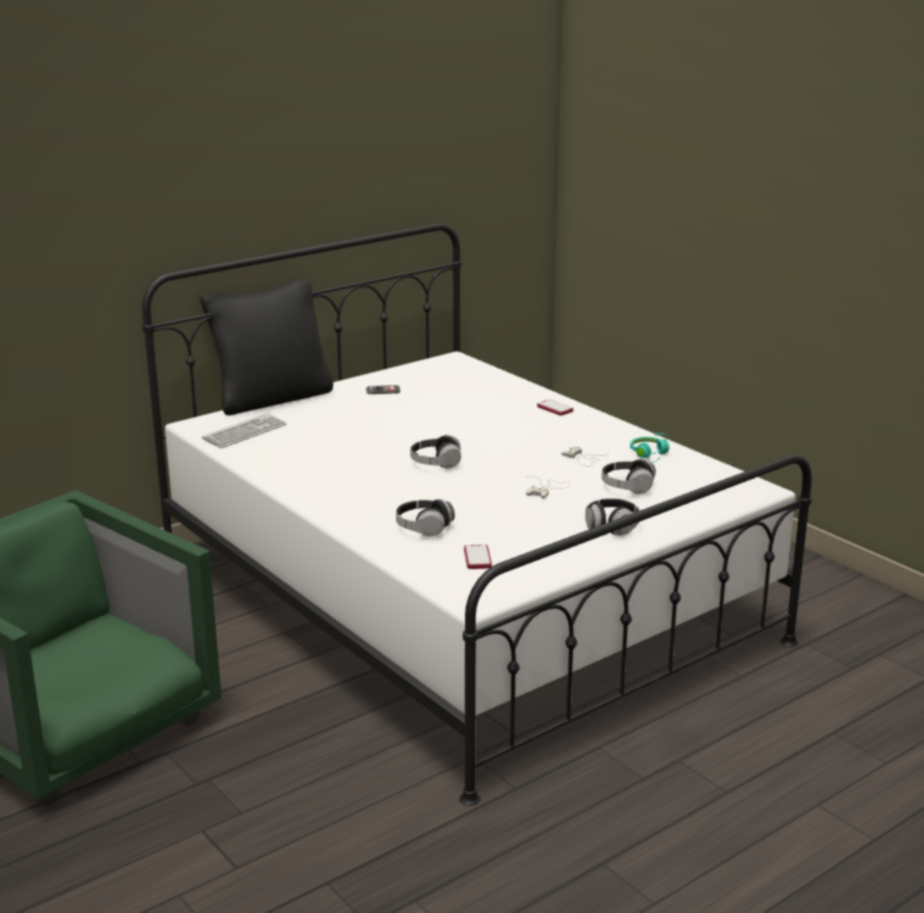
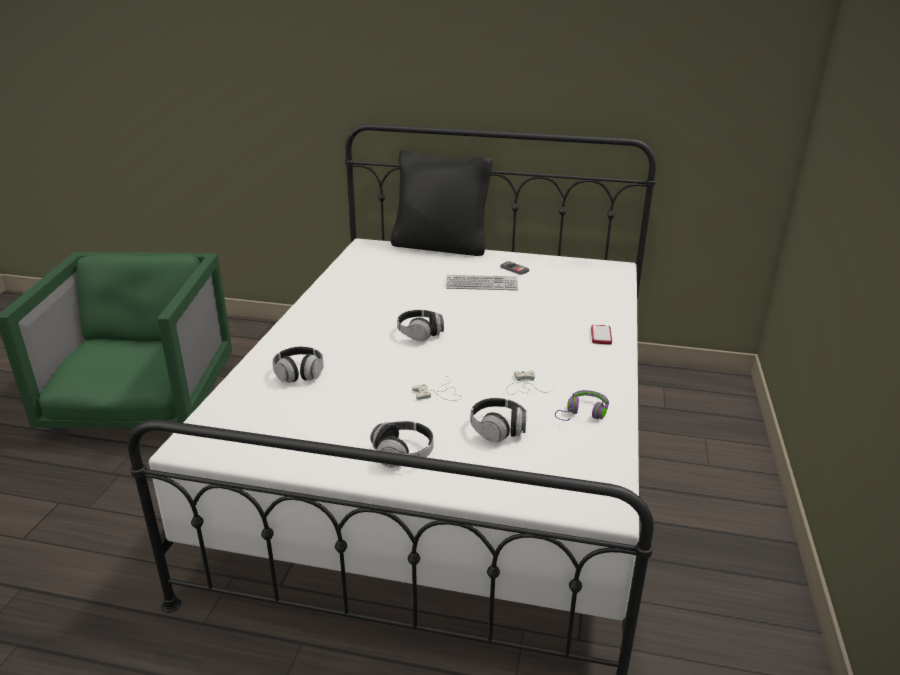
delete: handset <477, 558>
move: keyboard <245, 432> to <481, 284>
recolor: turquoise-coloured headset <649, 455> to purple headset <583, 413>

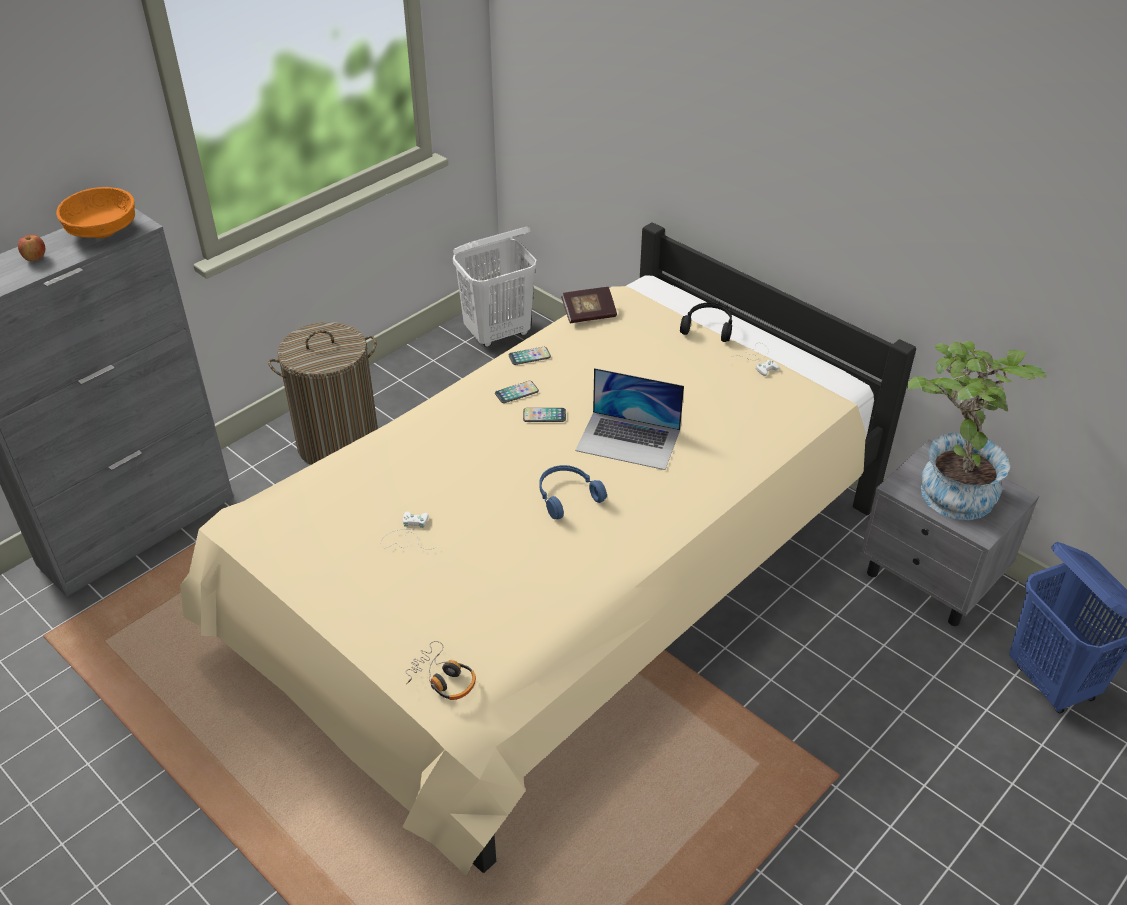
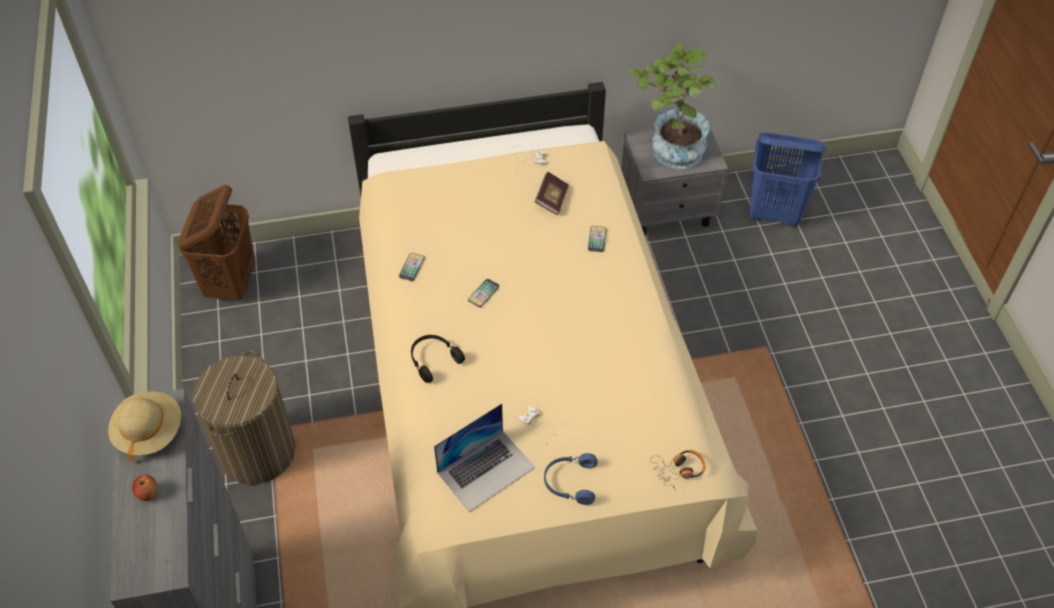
move: volume <589, 314> to <552, 199>; black-coloured headset <708, 327> to <433, 360>; laptop <628, 440> to <486, 469>; handset <516, 393> to <597, 239>; blue headset <566, 496> to <570, 482>
replace: orange serving bowl <101, 231> to beige-coloured wearable hat <149, 432>
recolor: white laundry basket <498, 334> to brownish laundry basket <231, 283>

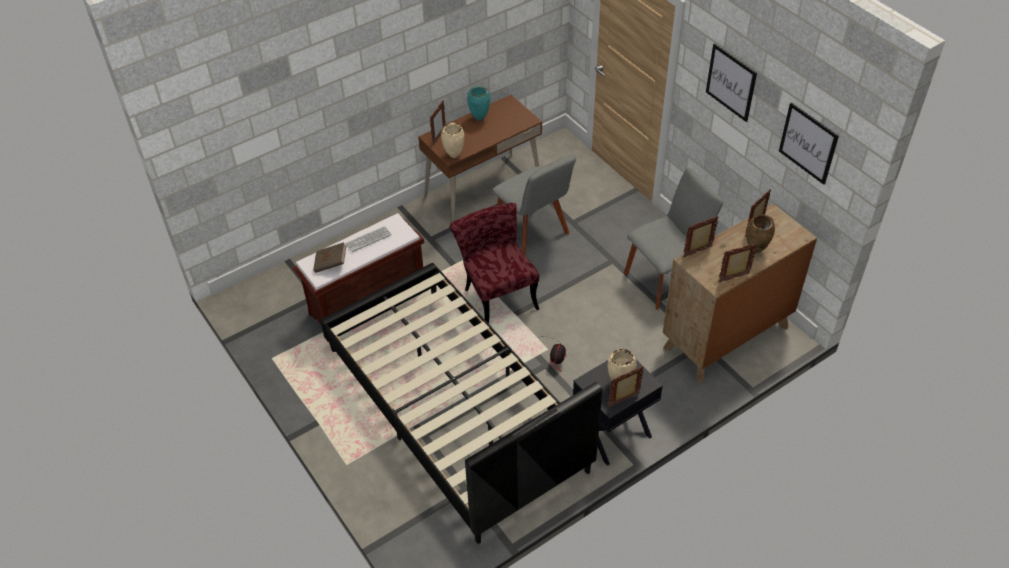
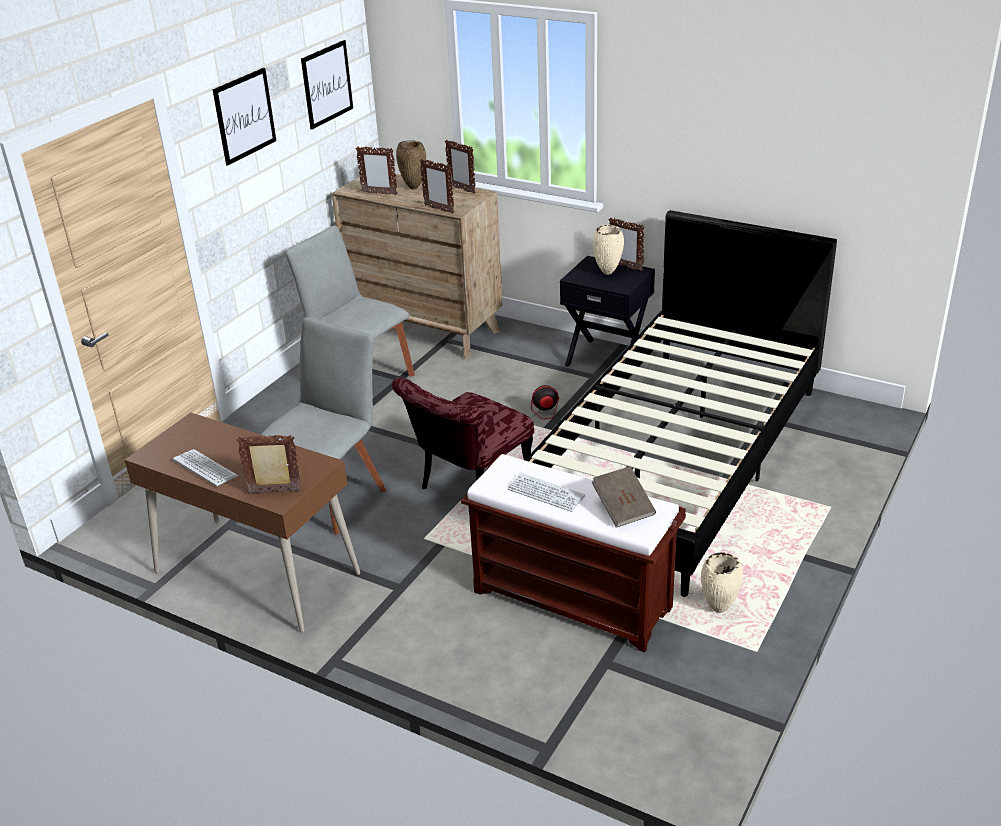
move: beige-coloured vase <453, 156> to <719, 610>
replace: turquoise-coloured vase <479, 118> to keyboard <205, 468>

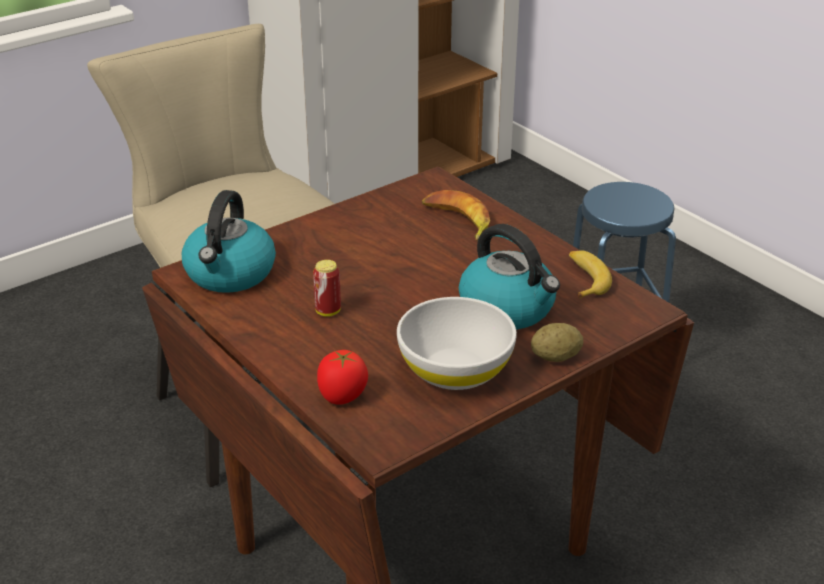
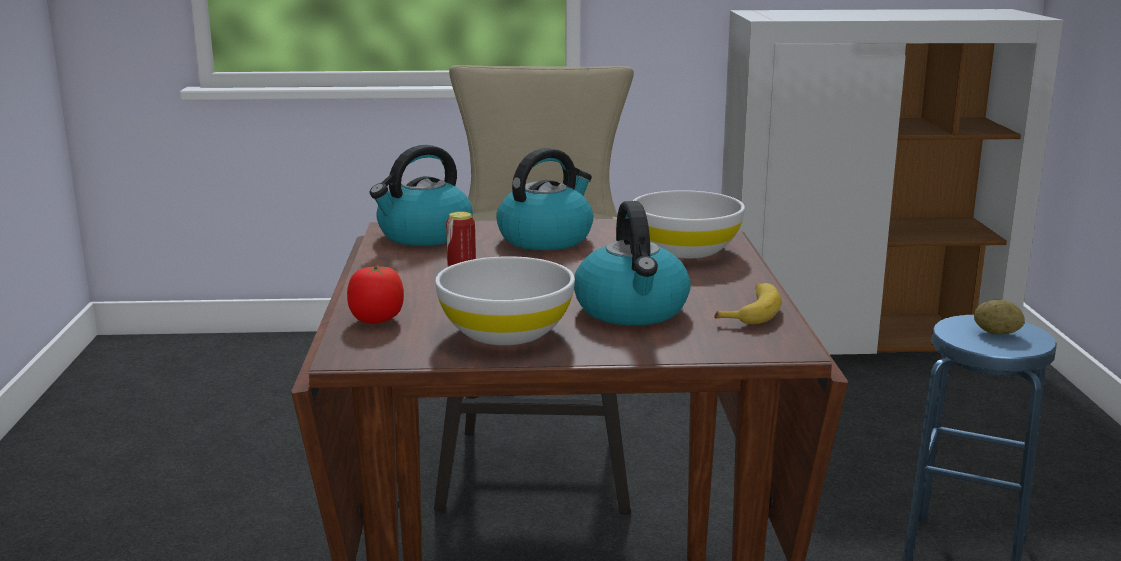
insert: kettle <546, 238>
move: potato <555, 357> to <997, 333>
replace: banana fruit <457, 221> to white serving bowl <685, 250>

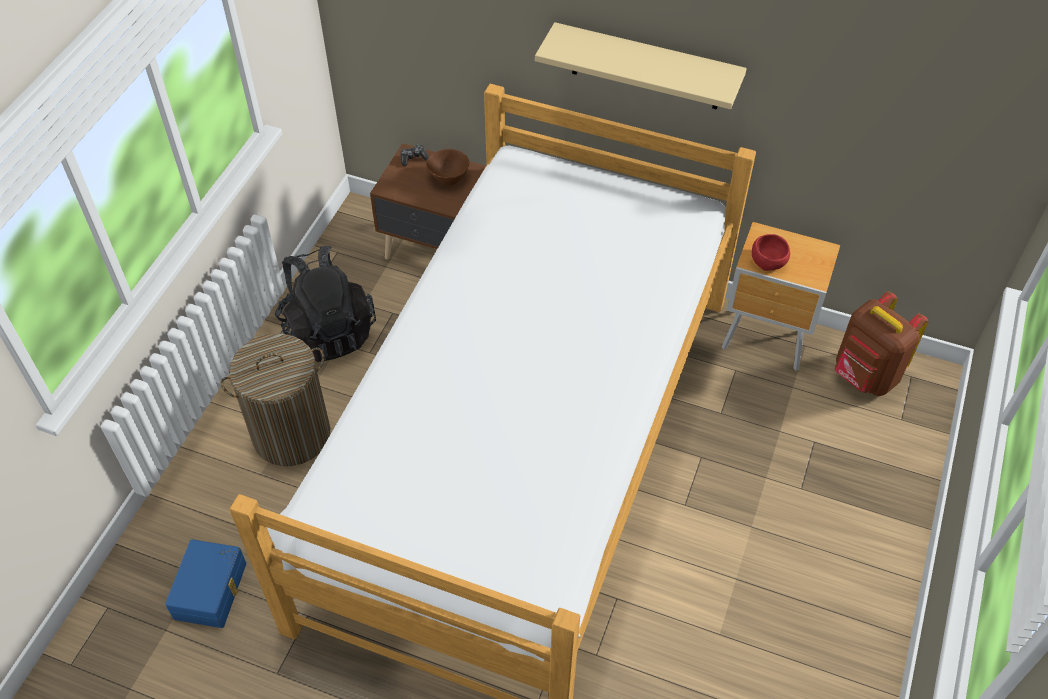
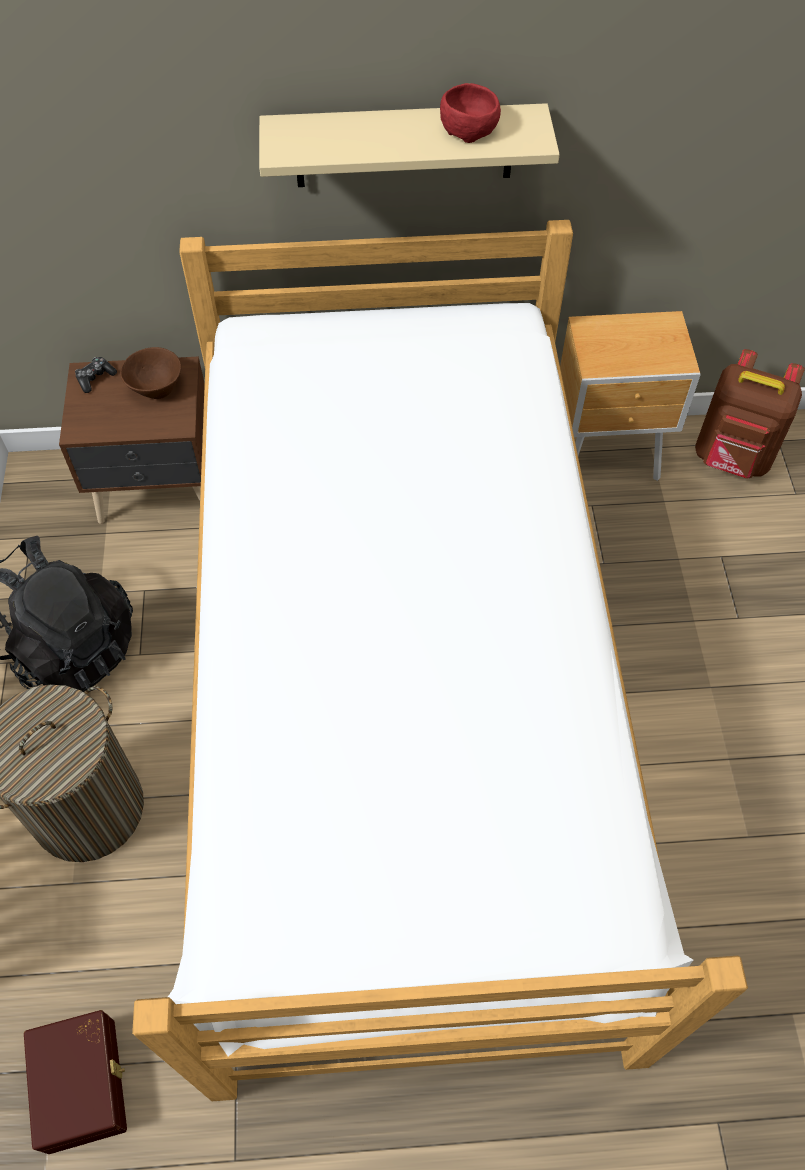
move: reddish serving bowl <769, 260> to <469, 128>
recolor: blue storage bin <212, 590> to brownish storage bin <84, 1083>

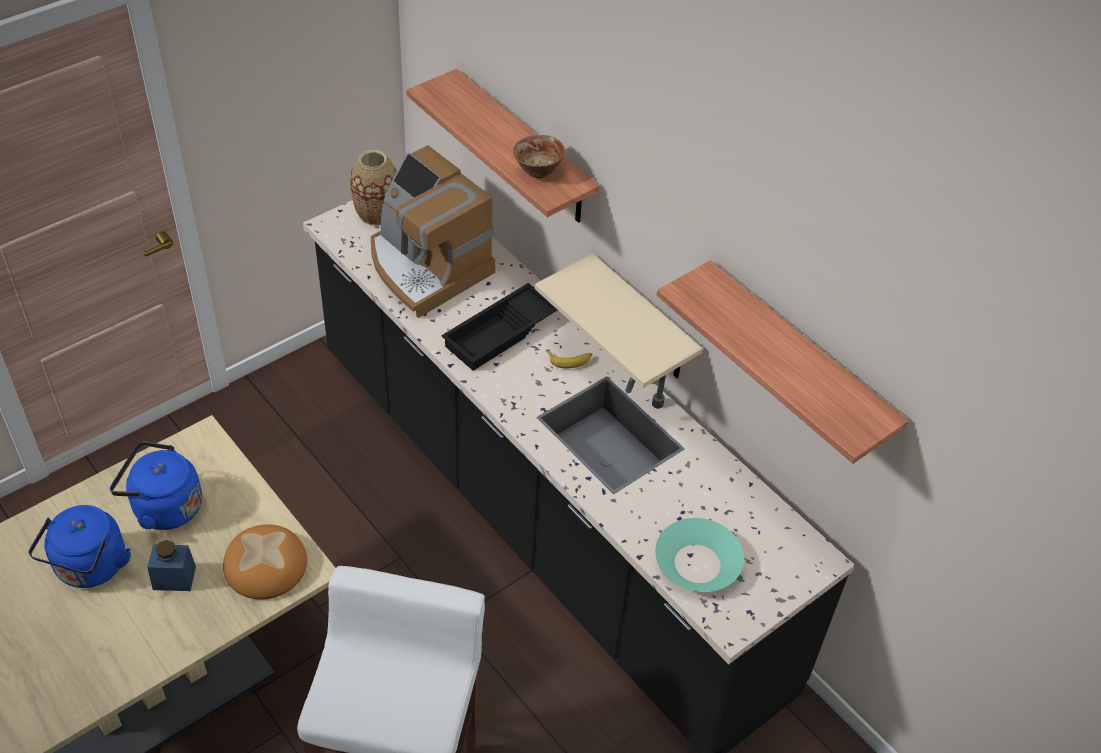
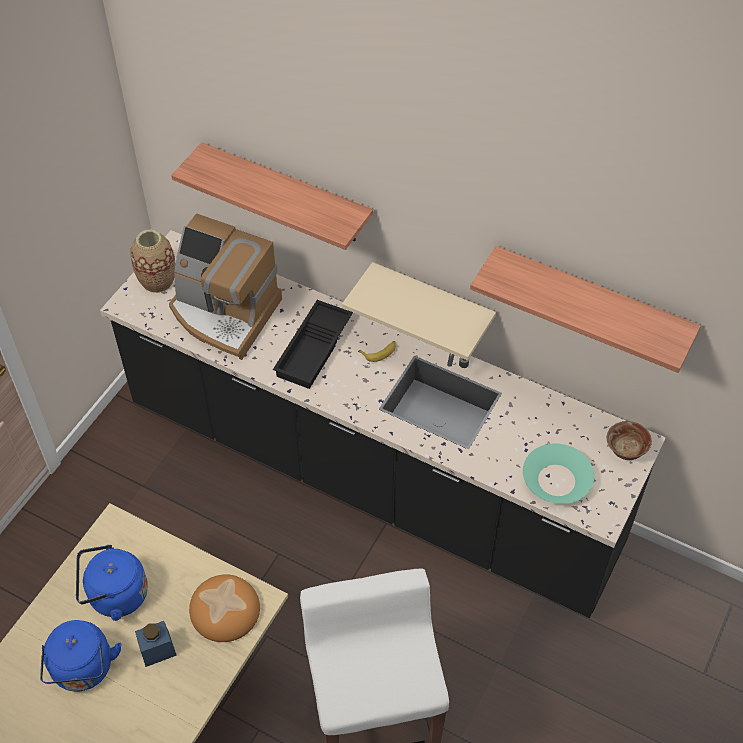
move: serving bowl <538, 171> to <625, 451>

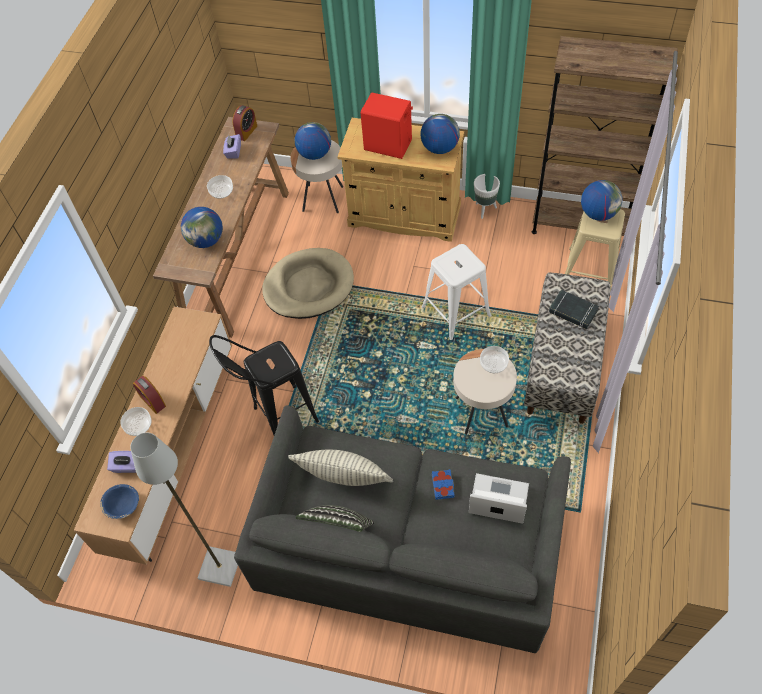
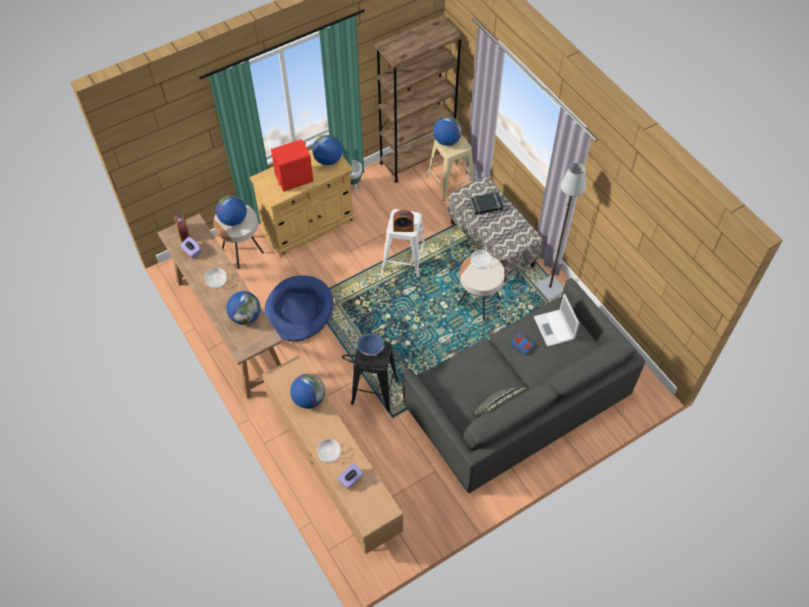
delete: cushion <343, 478>
insert: desk globe <309, 399>
move: bedside clock <152, 401> to <403, 228>; greyish floor lamp <219, 567> to <549, 289>; blue serving bowl <123, 505> to <371, 348>
recolor: beige-coloured dog cushion <308, 286> to blue dog cushion <298, 310>
rotate: laptop <497, 499> = <554, 328> 75 degrees counterclockwise

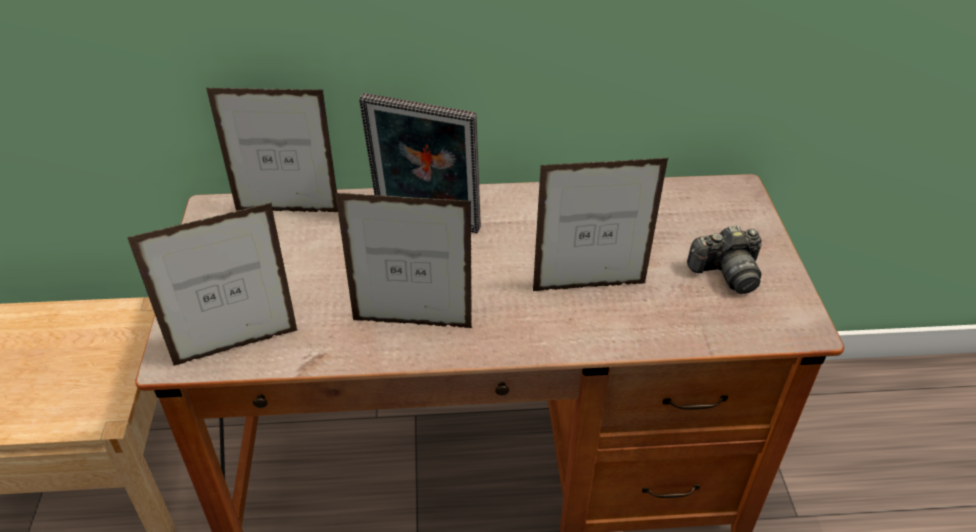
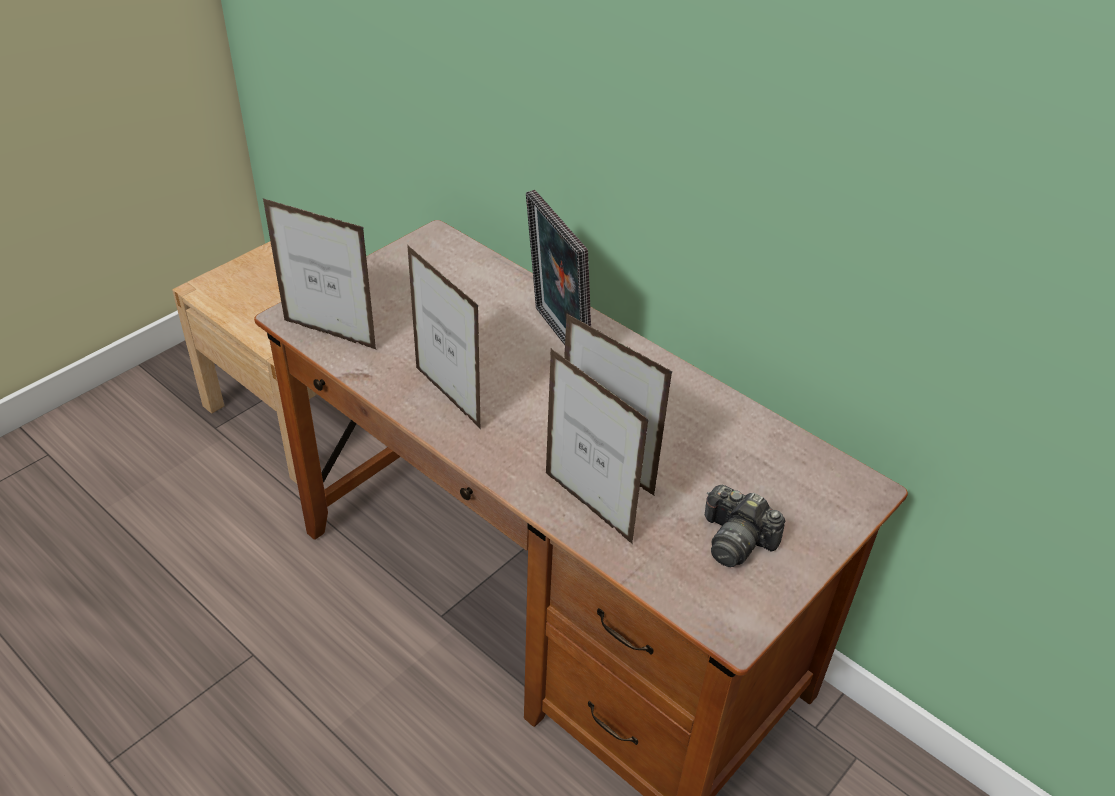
move: picture frame <288, 211> to <588, 508>

